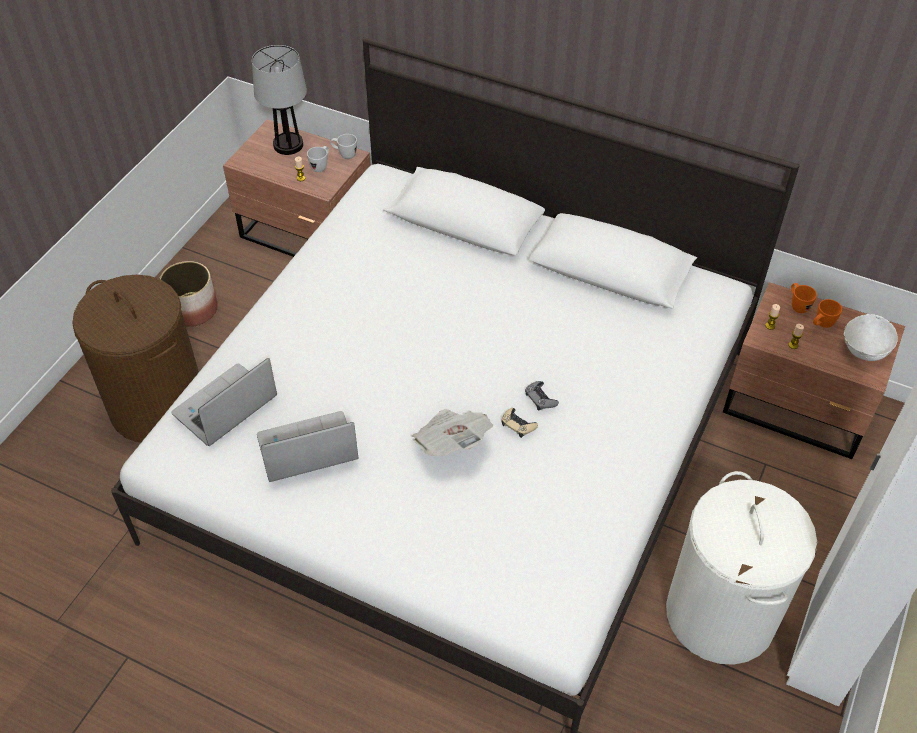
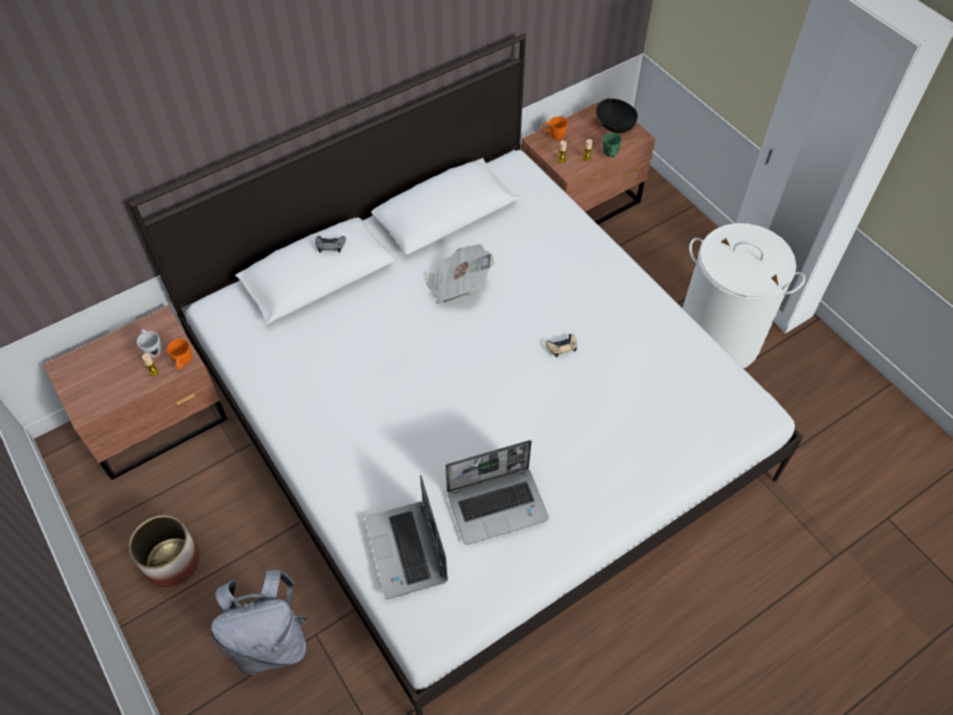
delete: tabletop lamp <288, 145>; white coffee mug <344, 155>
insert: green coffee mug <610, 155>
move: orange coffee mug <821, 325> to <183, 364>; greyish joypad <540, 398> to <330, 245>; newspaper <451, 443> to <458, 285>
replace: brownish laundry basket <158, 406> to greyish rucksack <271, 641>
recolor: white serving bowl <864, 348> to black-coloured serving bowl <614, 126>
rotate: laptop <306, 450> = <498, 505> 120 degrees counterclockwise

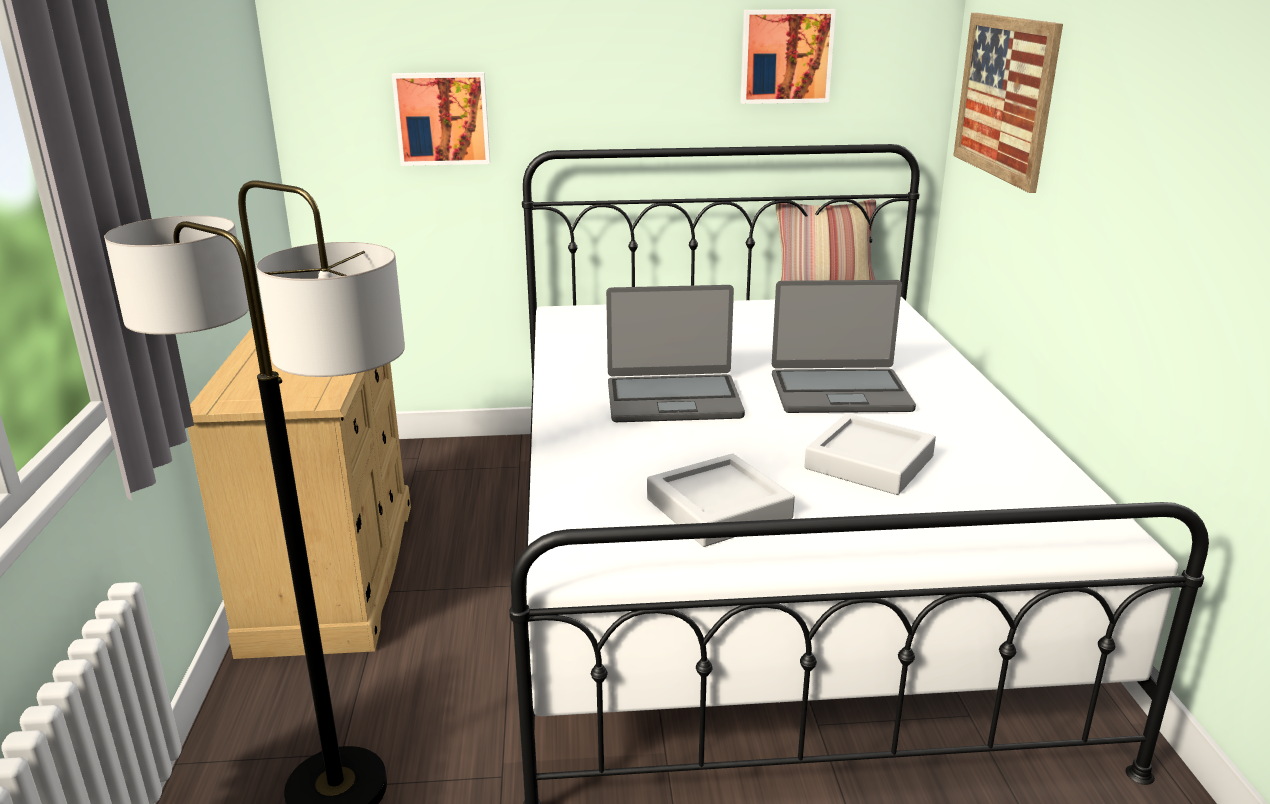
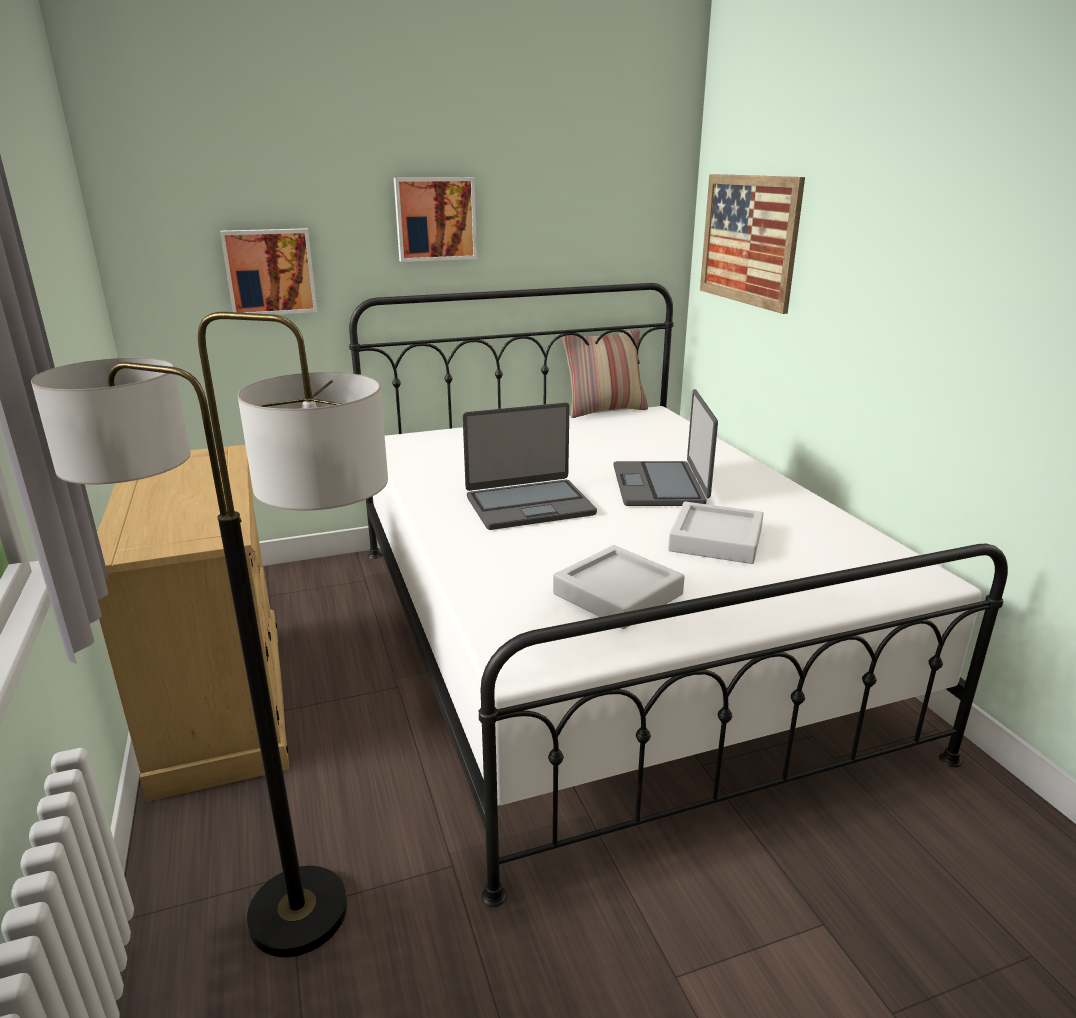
move: wall art <785, 56> to <435, 219>
rotate: laptop <839, 392> = <660, 485> 105 degrees clockwise

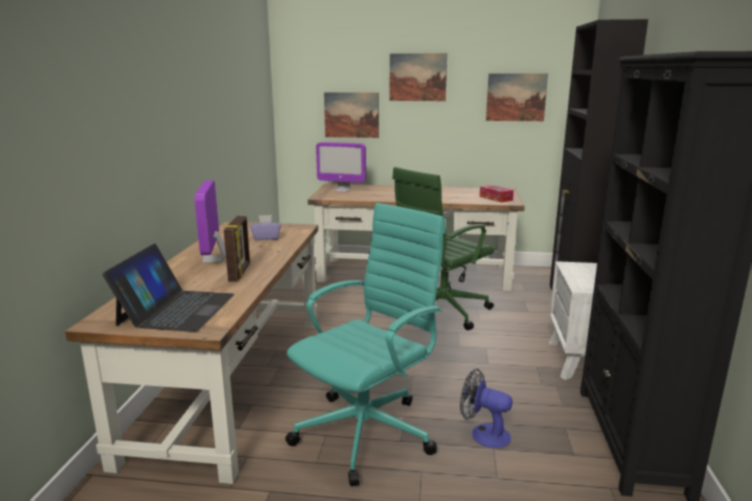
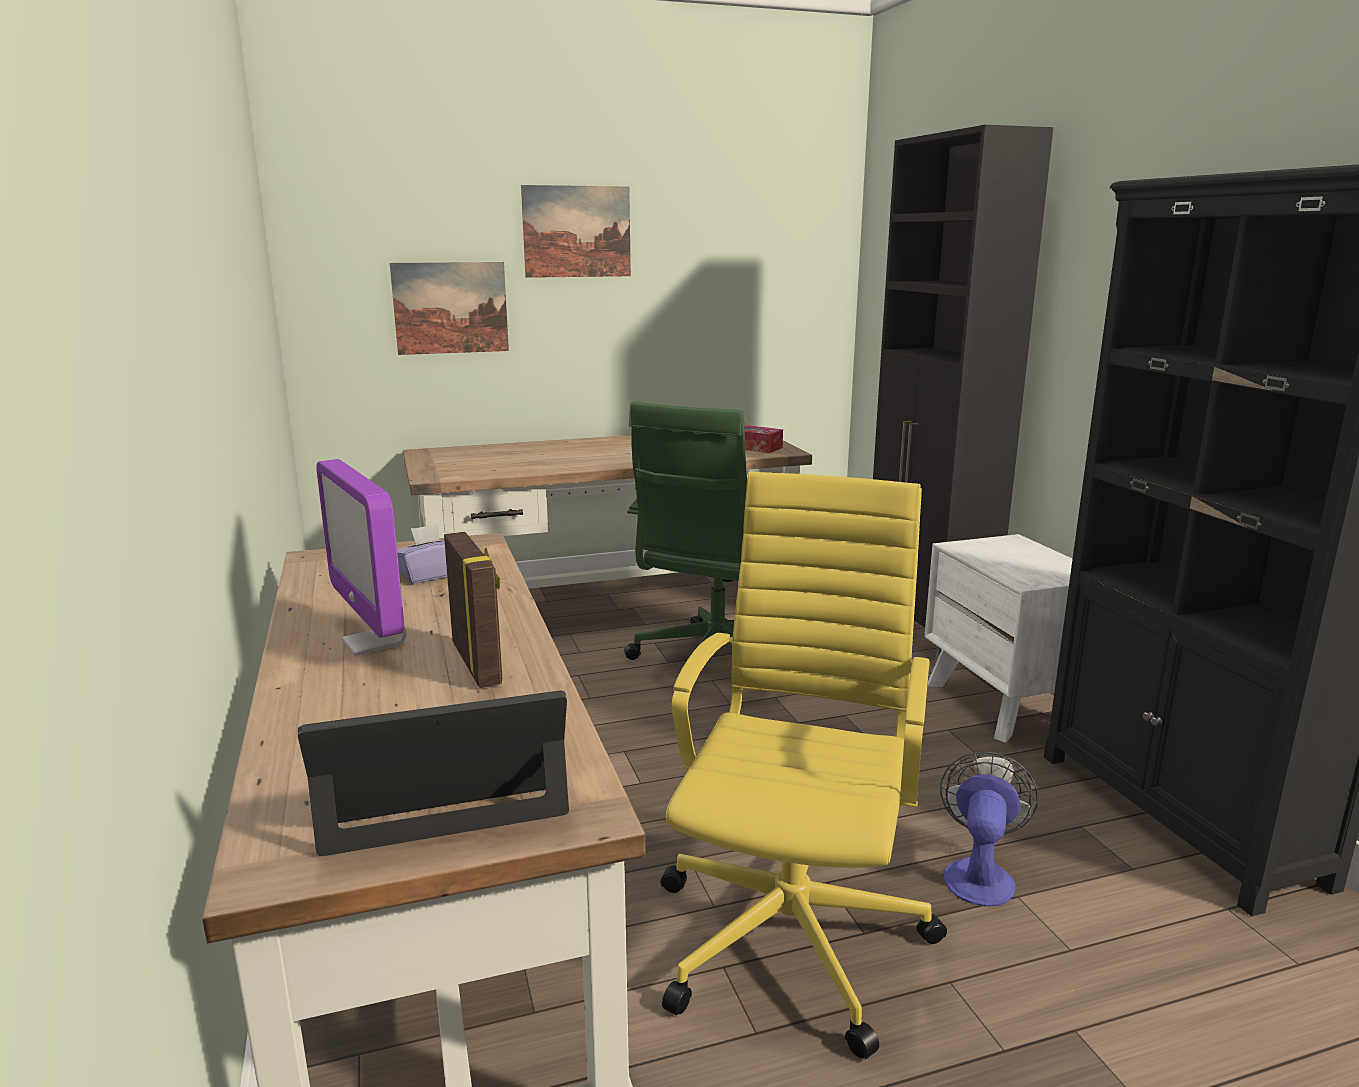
delete: wall art <516, 97>; computer screen <342, 190>
recolor: turquoise-coloured desk chair <368, 431> to yellowish desk chair <793, 933>
rotate: laptop <176, 309> = <441, 781> 90 degrees counterclockwise; cooling fan <483, 433> = <979, 874> 105 degrees clockwise

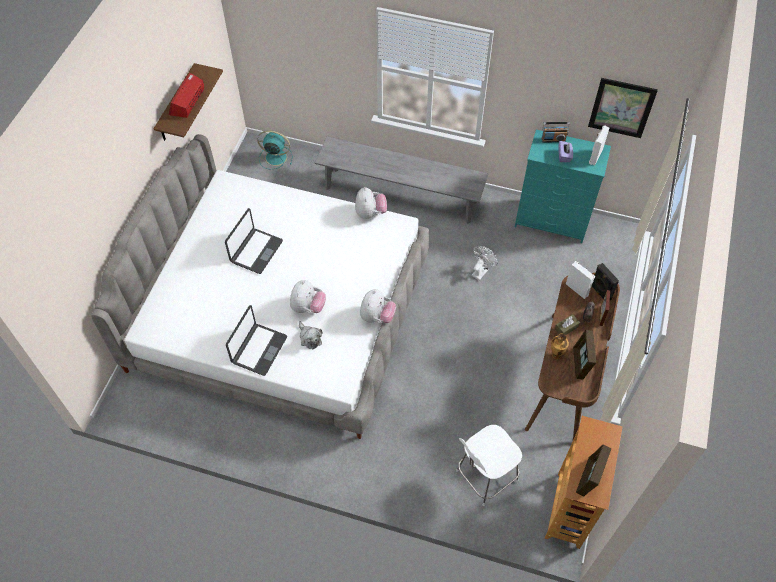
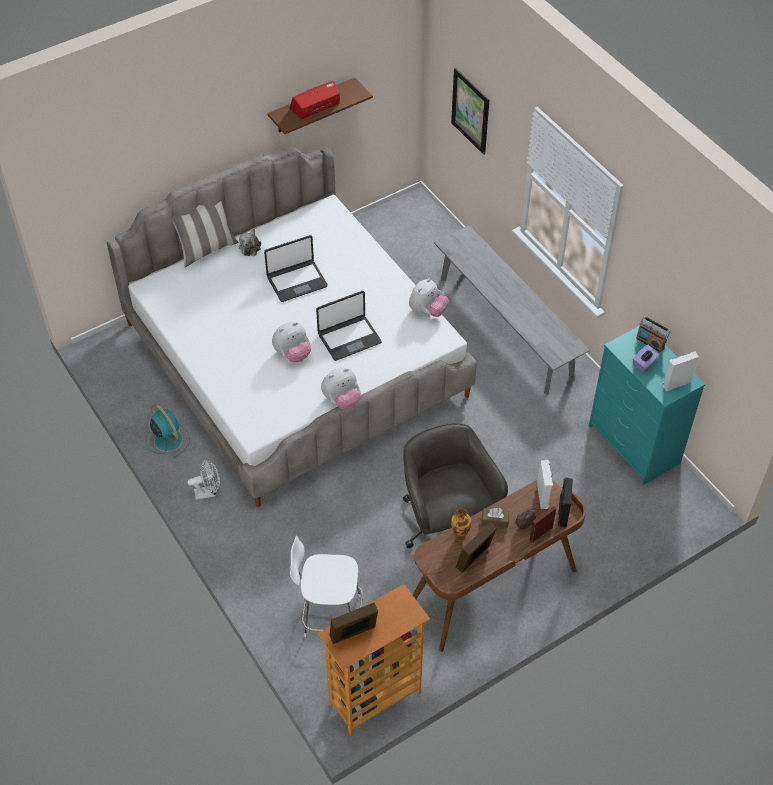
insert: cushion <207, 249>; greyish desk chair <446, 524>
move: wall art <621, 108> to <470, 111>; turquoise-coloured cooling fan <275, 157> to <167, 439>; white cooling fan <481, 271> to <208, 492>; laptop <258, 349> to <349, 338>; cuddly toy <309, 338> to <250, 246>

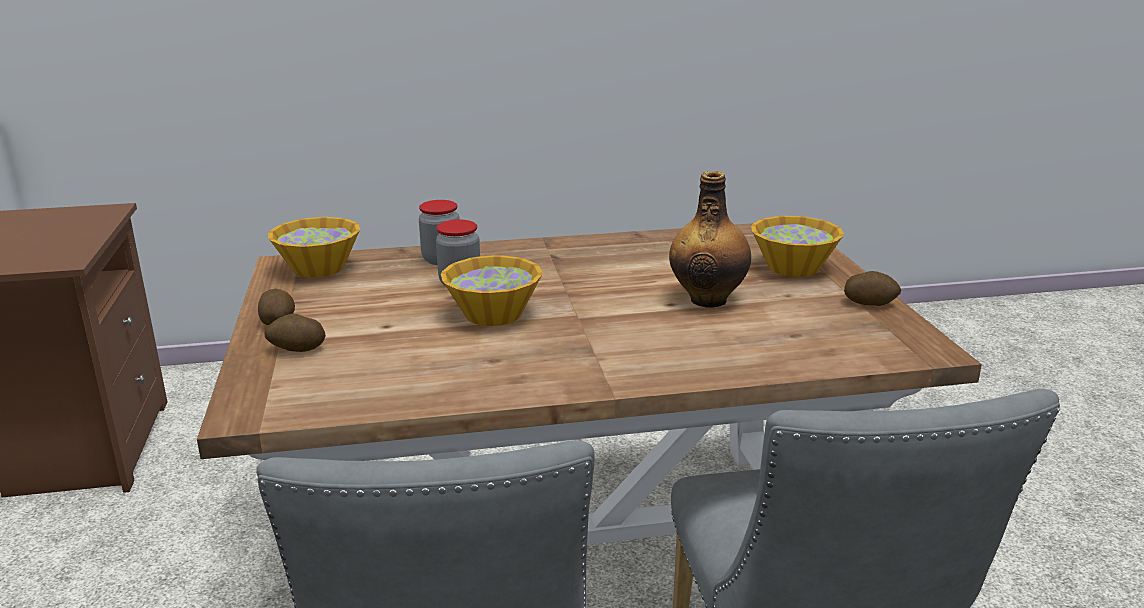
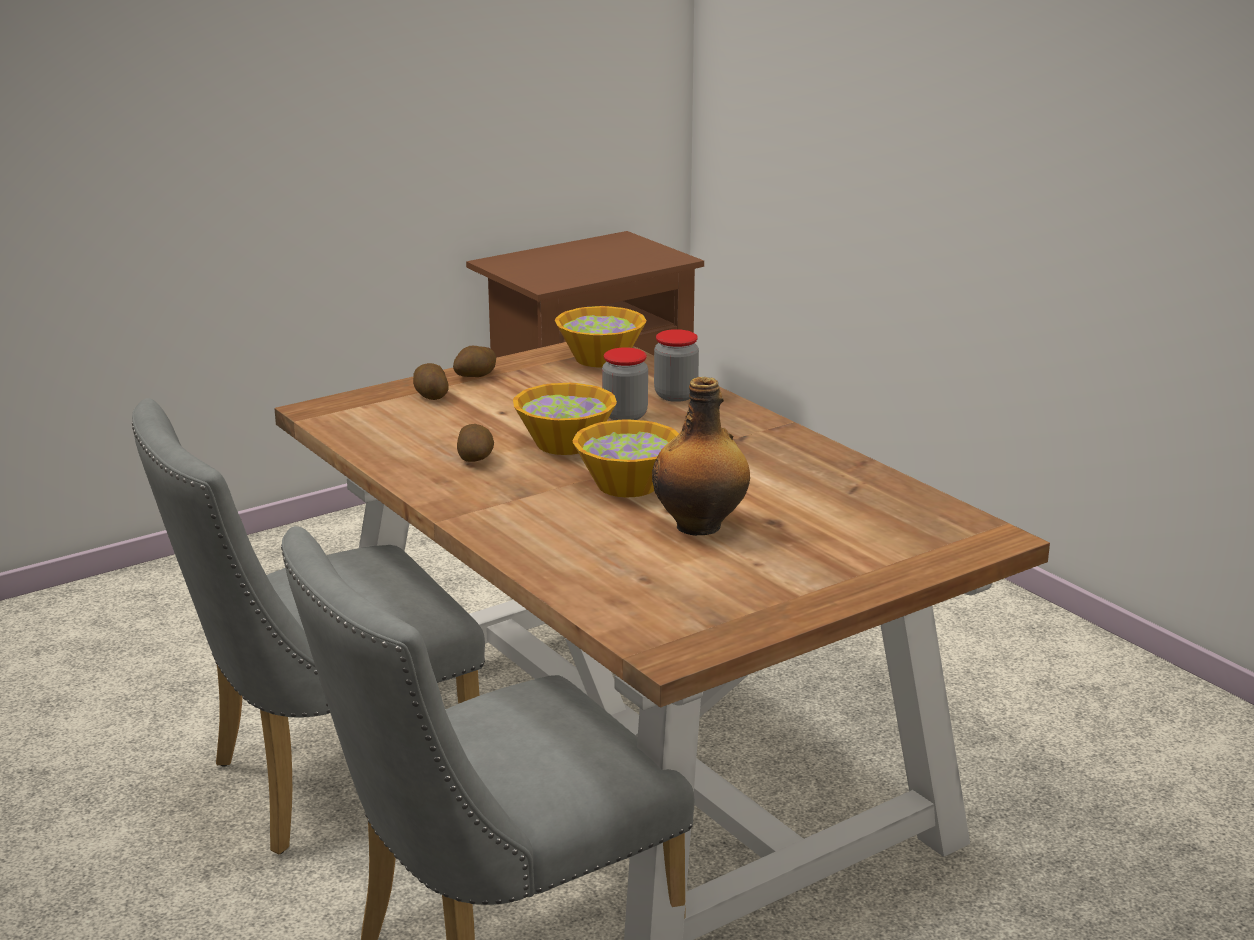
move: serving bowl <793, 267> to <628, 485>; potato <870, 303> to <475, 458>

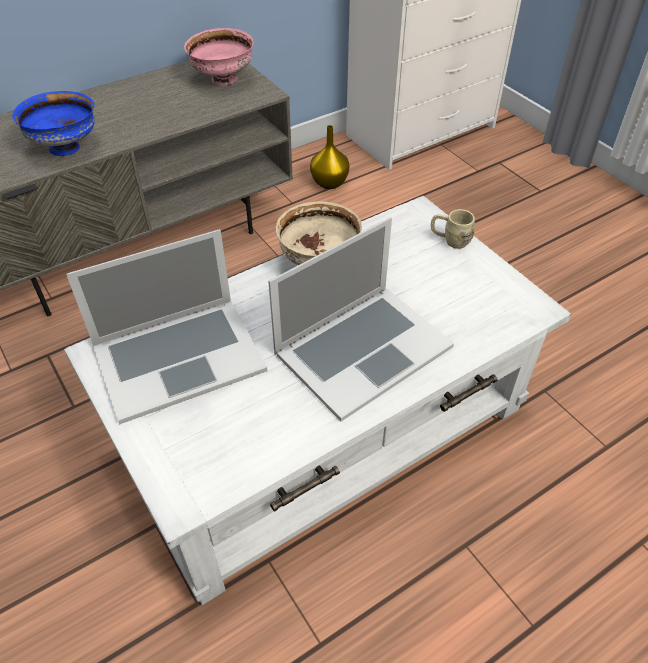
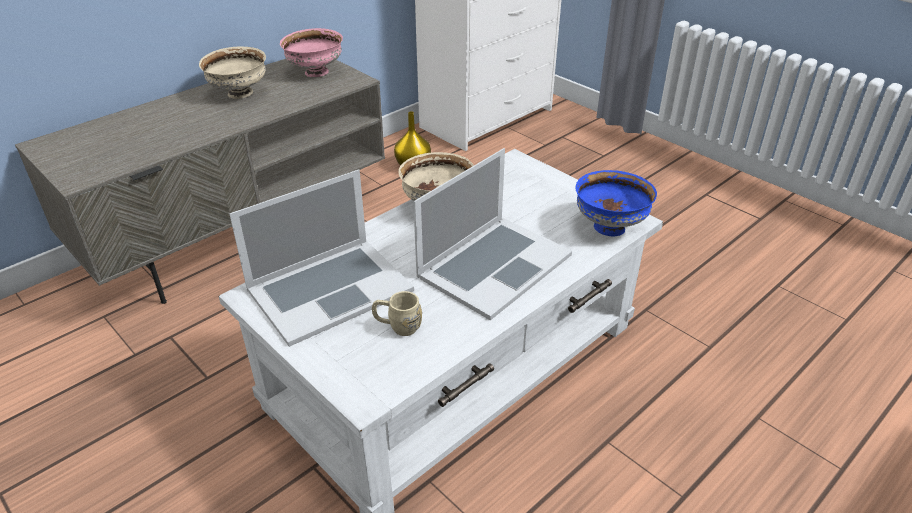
insert: beige-coloured serving bowl <240, 94>
move: blue serving bowl <65, 147> to <609, 227>; beige-coloured coffee mug <450, 240> to <397, 326>

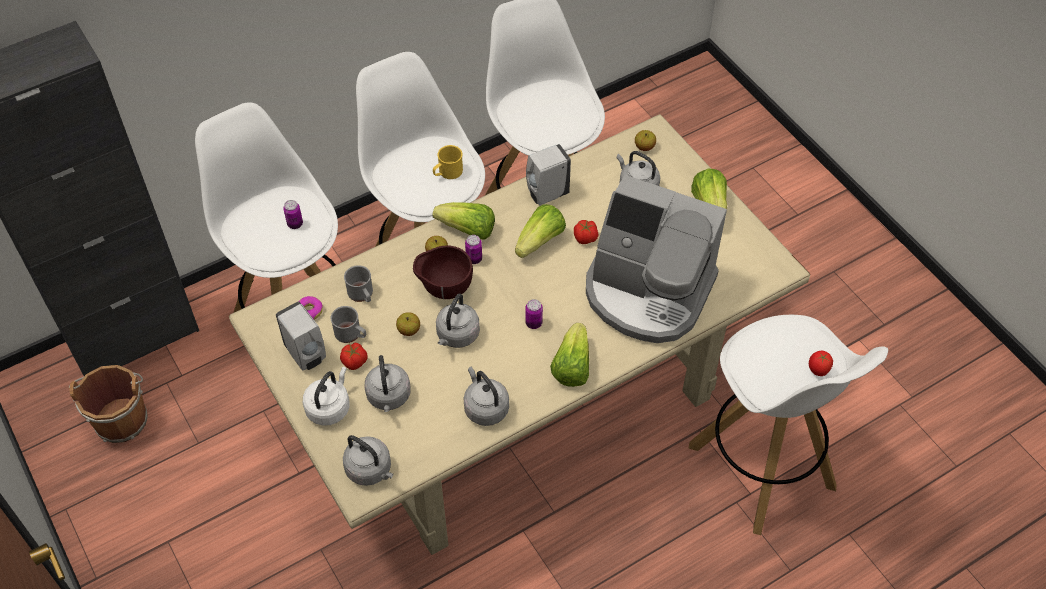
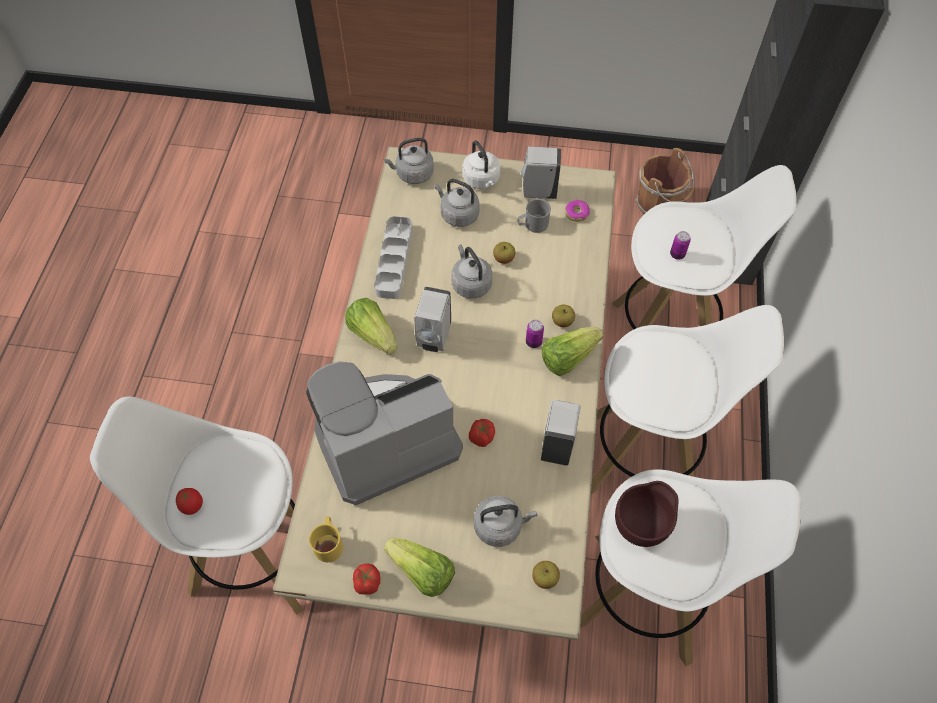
delete: head of lettuce <540, 241>; greyish coffee mug <362, 295>
move: yellowish coffee mug <447, 172> to <329, 543>; brownish serving bowl <444, 289> to <641, 525>; whole tomato <355, 362> to <367, 583>
replace: can <533, 323> to white soap dispenser <434, 338>; greyish kettle <485, 408> to greyish serving tray <394, 260>

